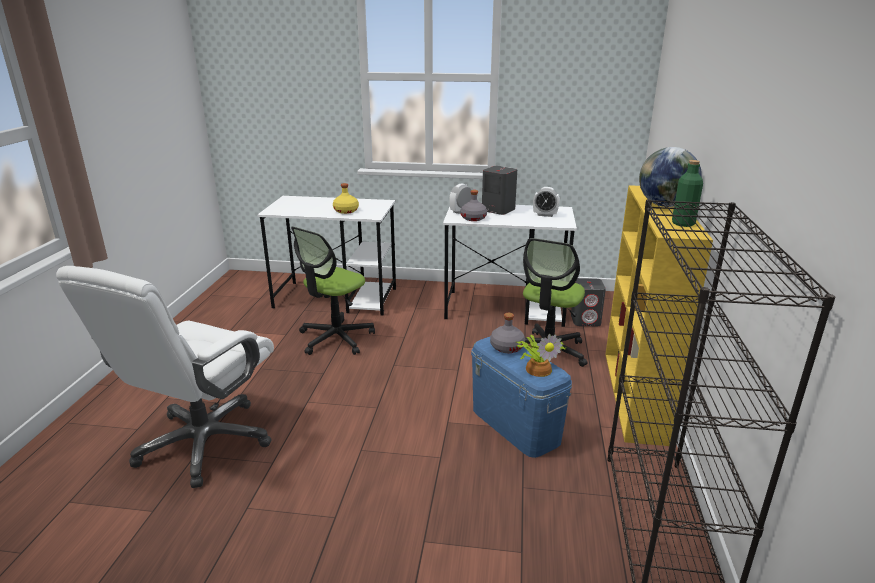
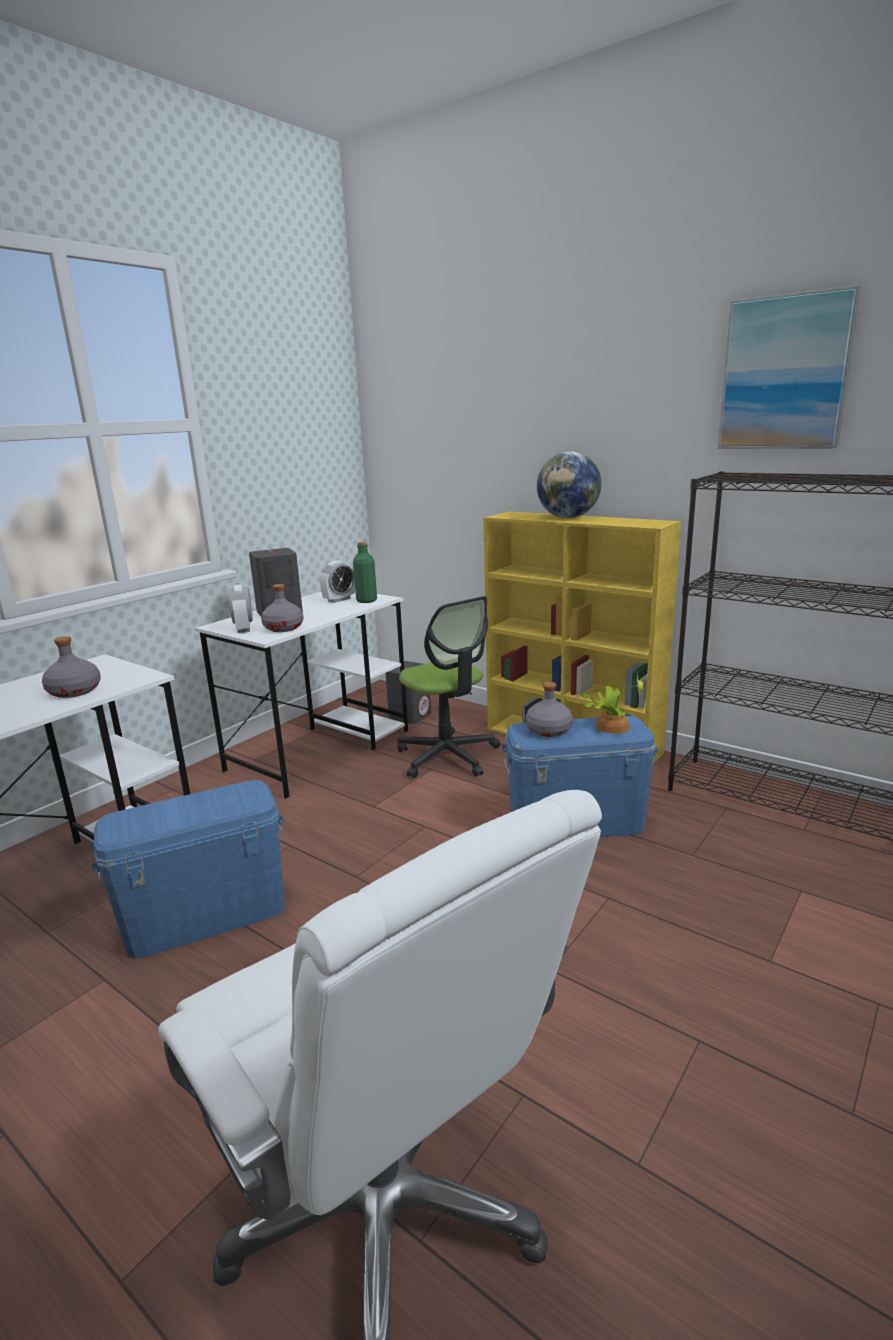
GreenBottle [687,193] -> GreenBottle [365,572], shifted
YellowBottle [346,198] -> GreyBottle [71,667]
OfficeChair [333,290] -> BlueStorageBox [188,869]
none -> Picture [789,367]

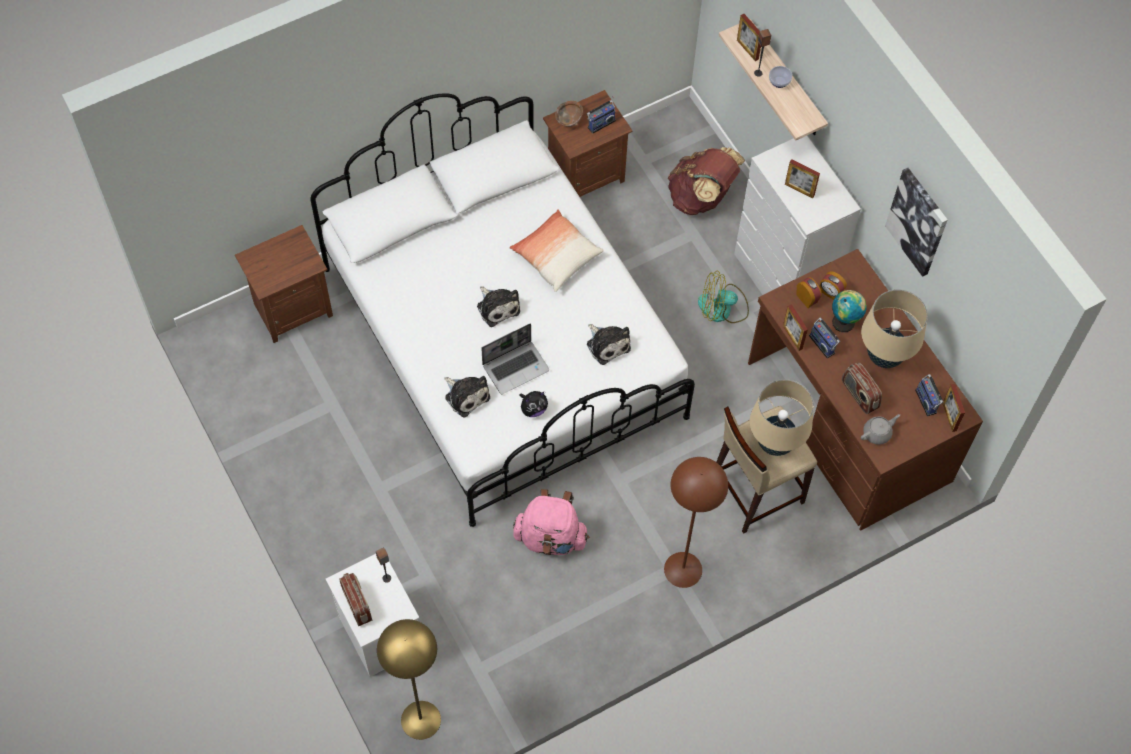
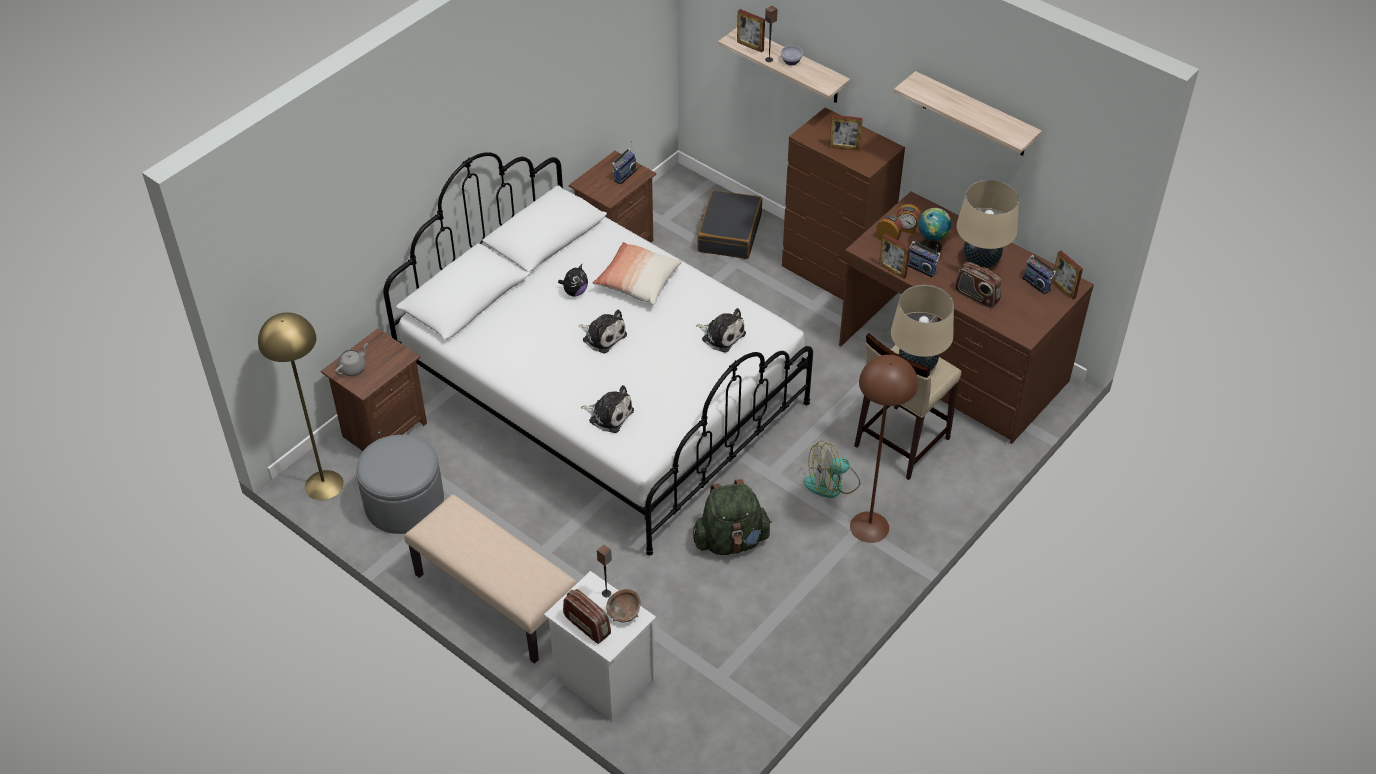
BrownBowl [569,114] -> BrownBowl [623,605], shifted
WhiteDresser [797,215] -> BrownDresser [843,204]
BrownBackpack [706,181] -> BlackSuitcase [729,224]
Picture [916,222] -> Shelf [968,113]
Fan [723,297] -> Fan [832,469], shifted
Laptop [515,358] -> none
PlushToy [533,404] -> PlushToy [573,280], shifted
GreyTeapot [880,429] -> GreyTeapot [351,359], shifted
PinkBackpack [551,522] -> GreenBackpack [732,517]
YellowFloorLamp [409,679] -> YellowFloorLamp [301,406], shifted
none -> GreyOttoman [400,484]
none -> BeigeBench [490,579]

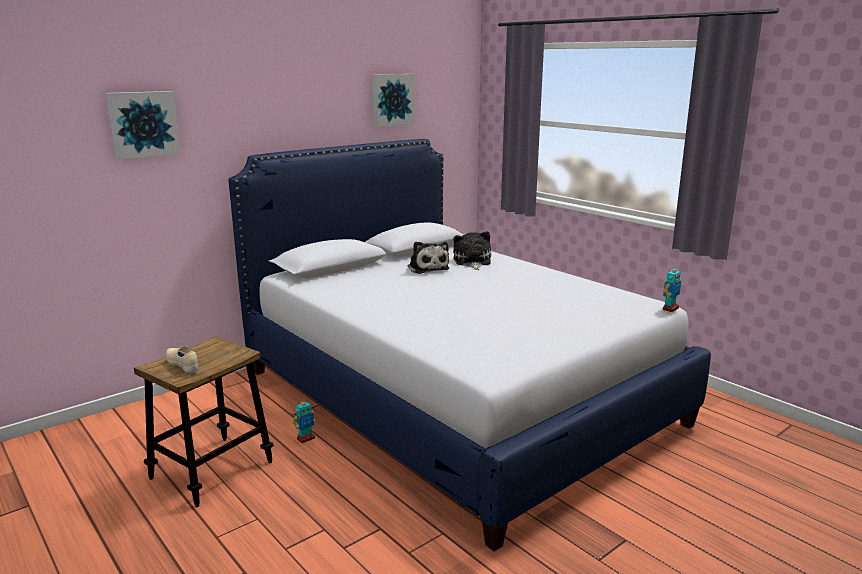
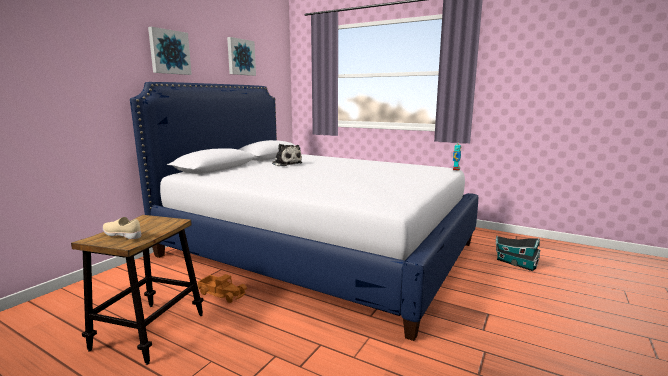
Picture [143,125] -> Picture [170,51], shifted
PlushToy [472,250] -> none
ToyRobot [304,420] -> ToyTruck [222,288]
none -> ToyHouse [518,253]

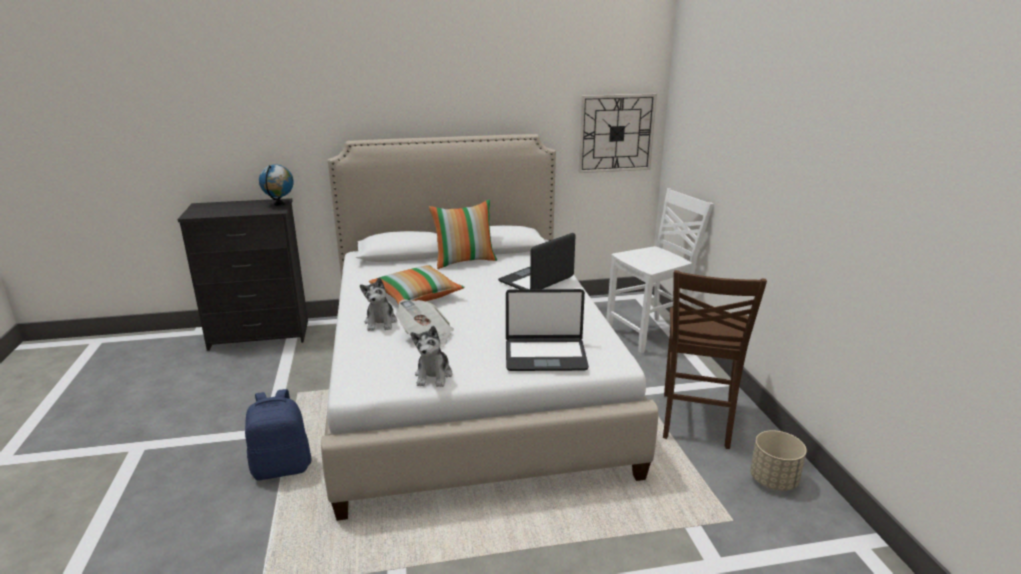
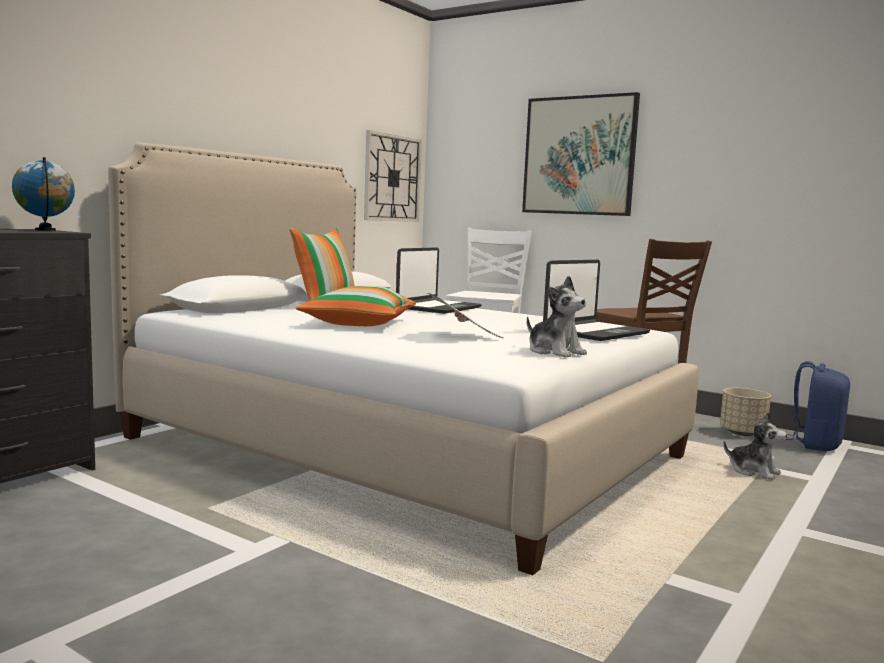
Laptop [536,261] -> Laptop [439,280], 150 degrees counterclockwise
PlushToy [378,304] -> PlushToy [755,446], shifted
BlueBackpack [278,434] -> BlueBackpack [818,406], shifted
none -> Picture [581,154]

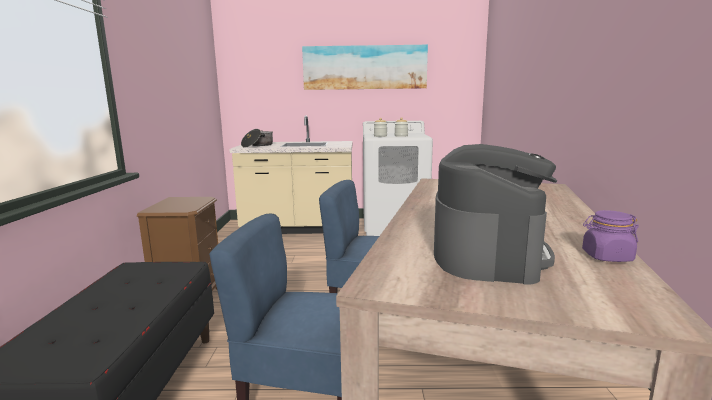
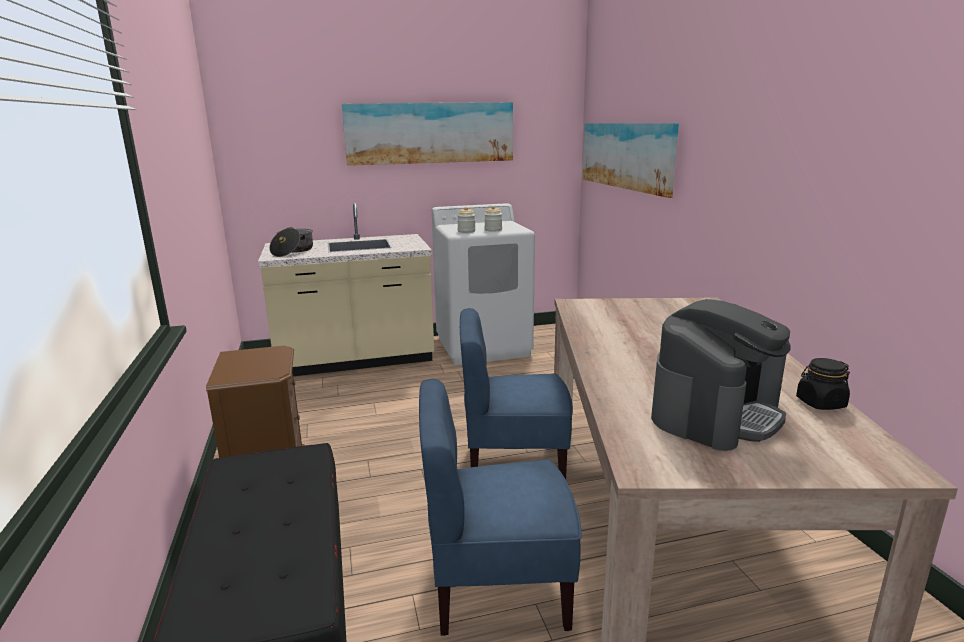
CoffeeMachine [495,214] -> CoffeeMachine [720,375], 45 degrees clockwise
PurpleJar [610,236] -> BlackJar [823,384]
none -> Picture [630,160]

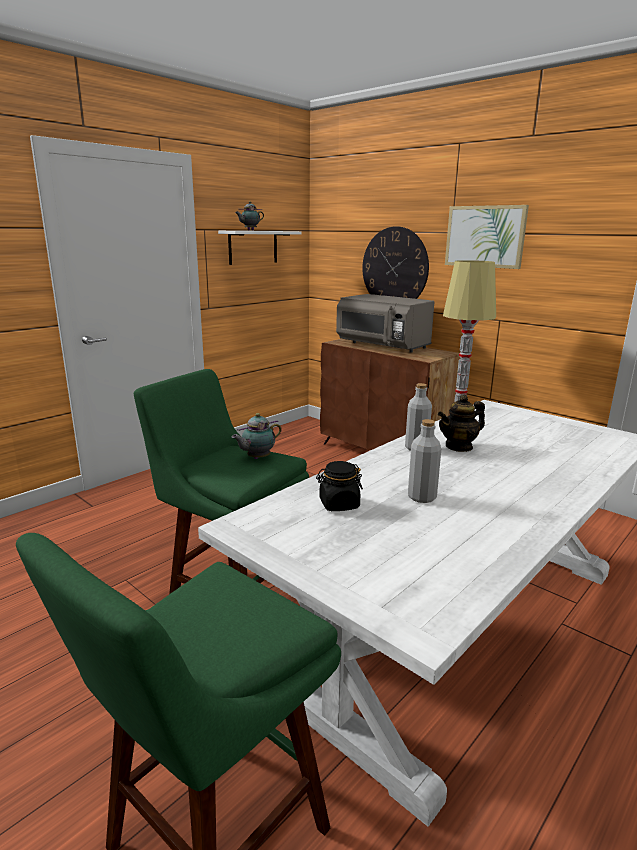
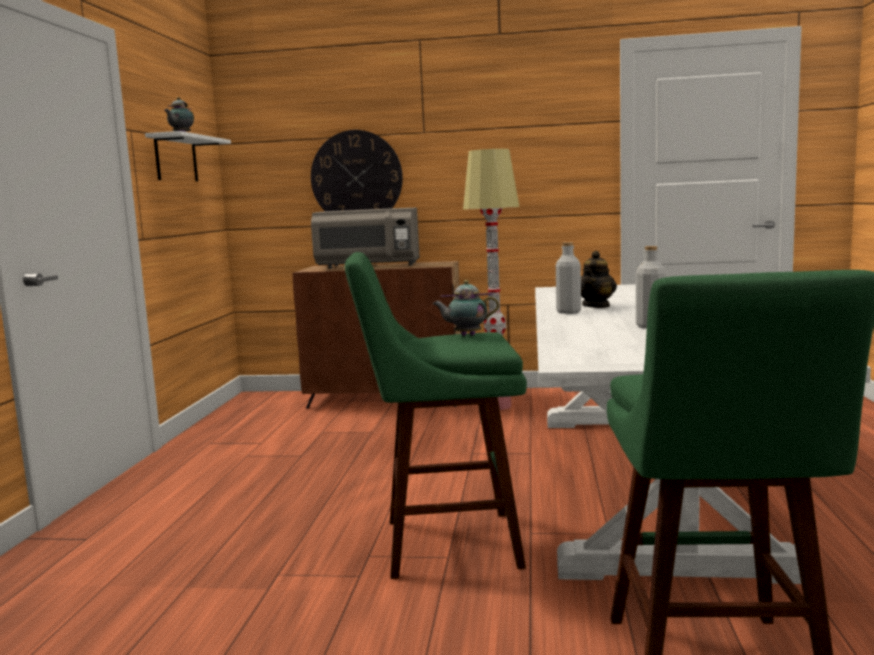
Picture [487,237] -> none
Teapot [257,436] -> Teapot [466,308], 75 degrees clockwise
BlackJar [339,486] -> none

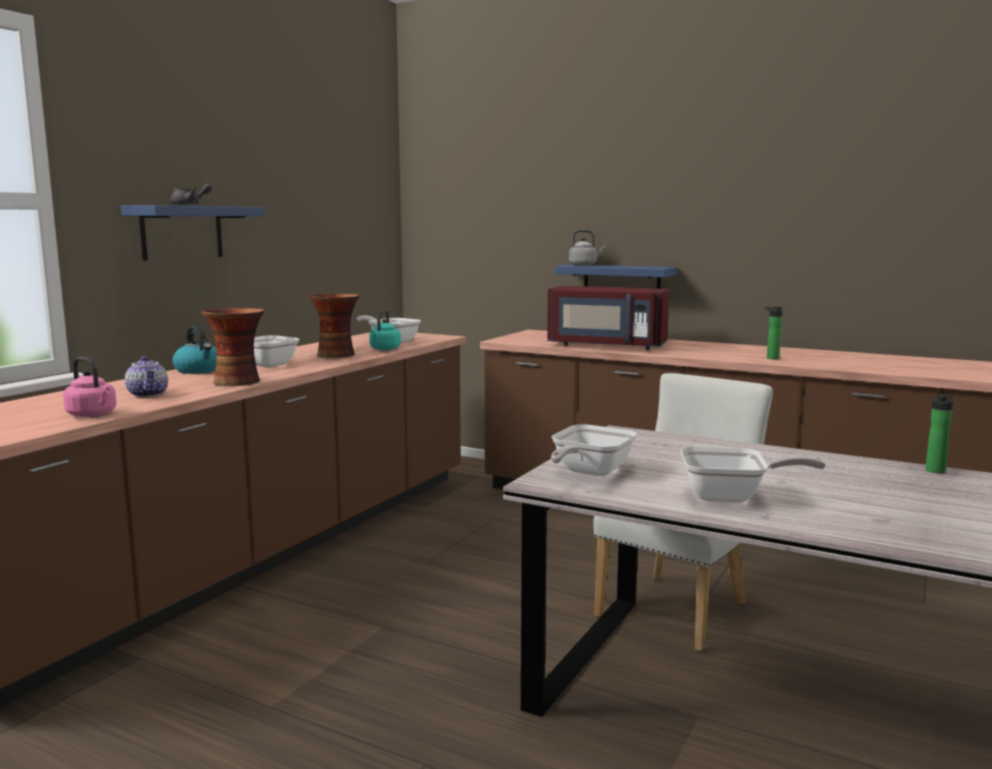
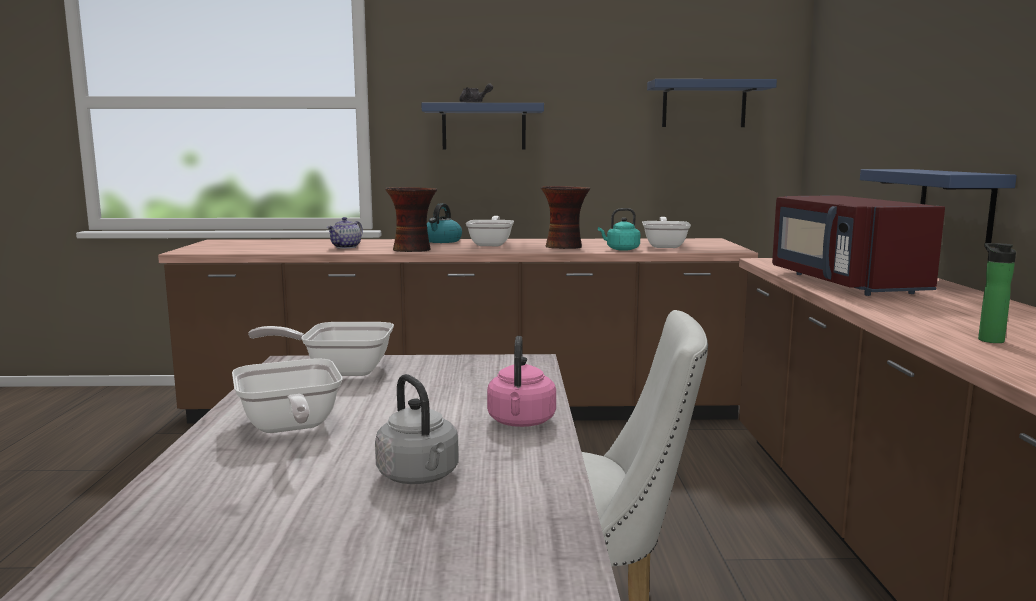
GreyKettle [587,248] -> GreyKettle [417,429], shifted
PinkKettle [89,387] -> PinkKettle [521,381], shifted
Bottle [939,433] -> none
none -> BlueShelf [712,103]

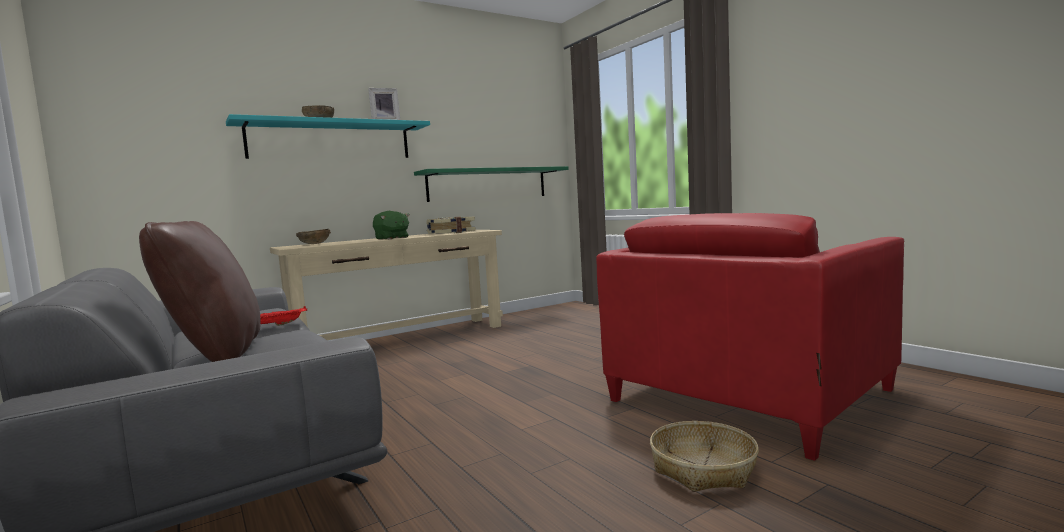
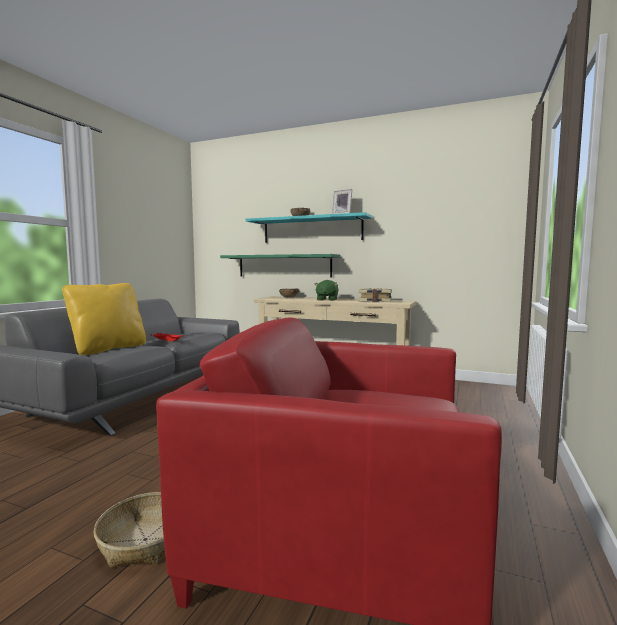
GreenShelf [491,184] -> GreenShelf [280,266], shifted
BrownPillow [200,291] -> YellowPillow [104,319]

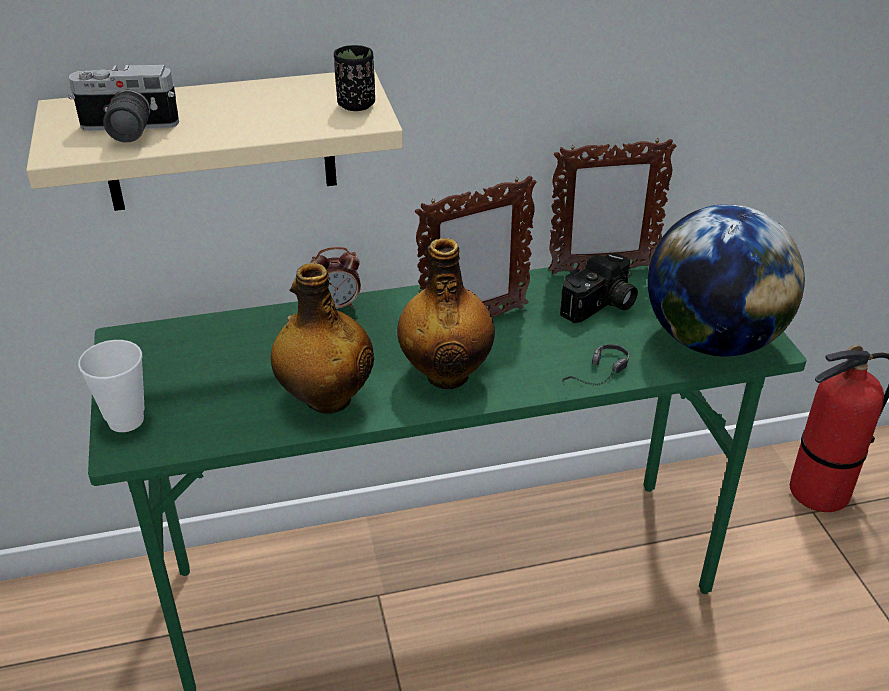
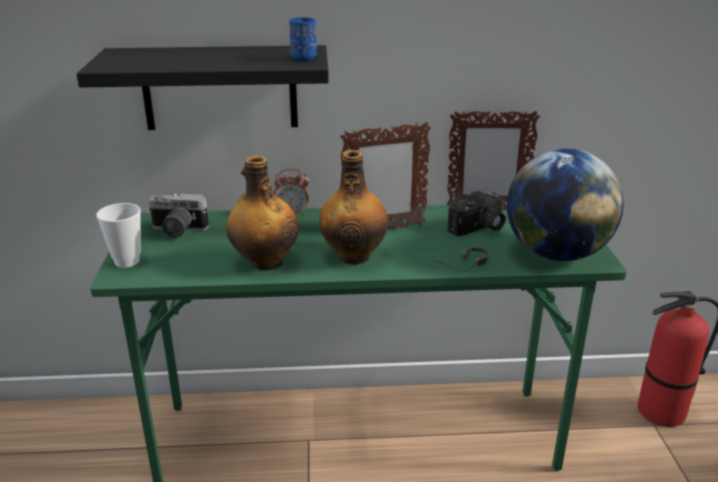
BlackCup [354,78] -> BlueCup [303,38]
PhotoCamera [123,104] -> PhotoCamera [178,215], shifted
BeigeShelf [214,140] -> BlackShelf [202,87]

